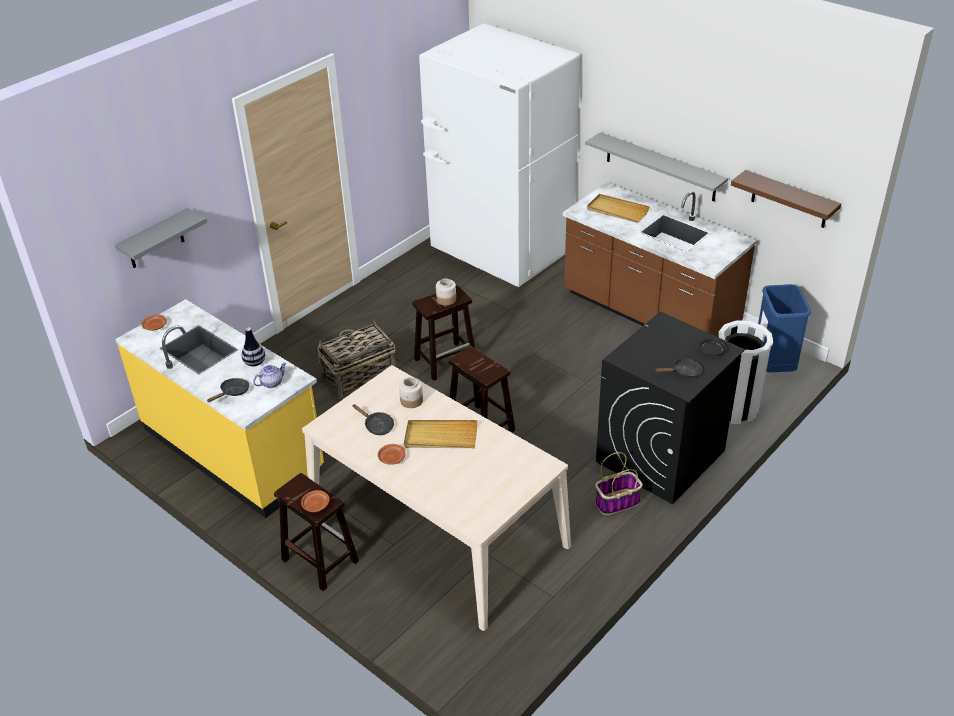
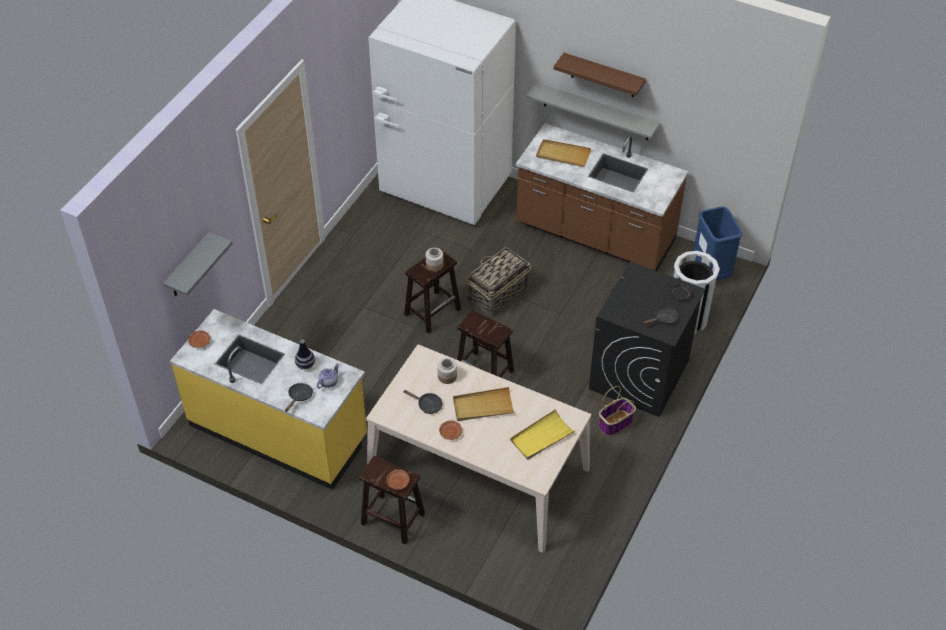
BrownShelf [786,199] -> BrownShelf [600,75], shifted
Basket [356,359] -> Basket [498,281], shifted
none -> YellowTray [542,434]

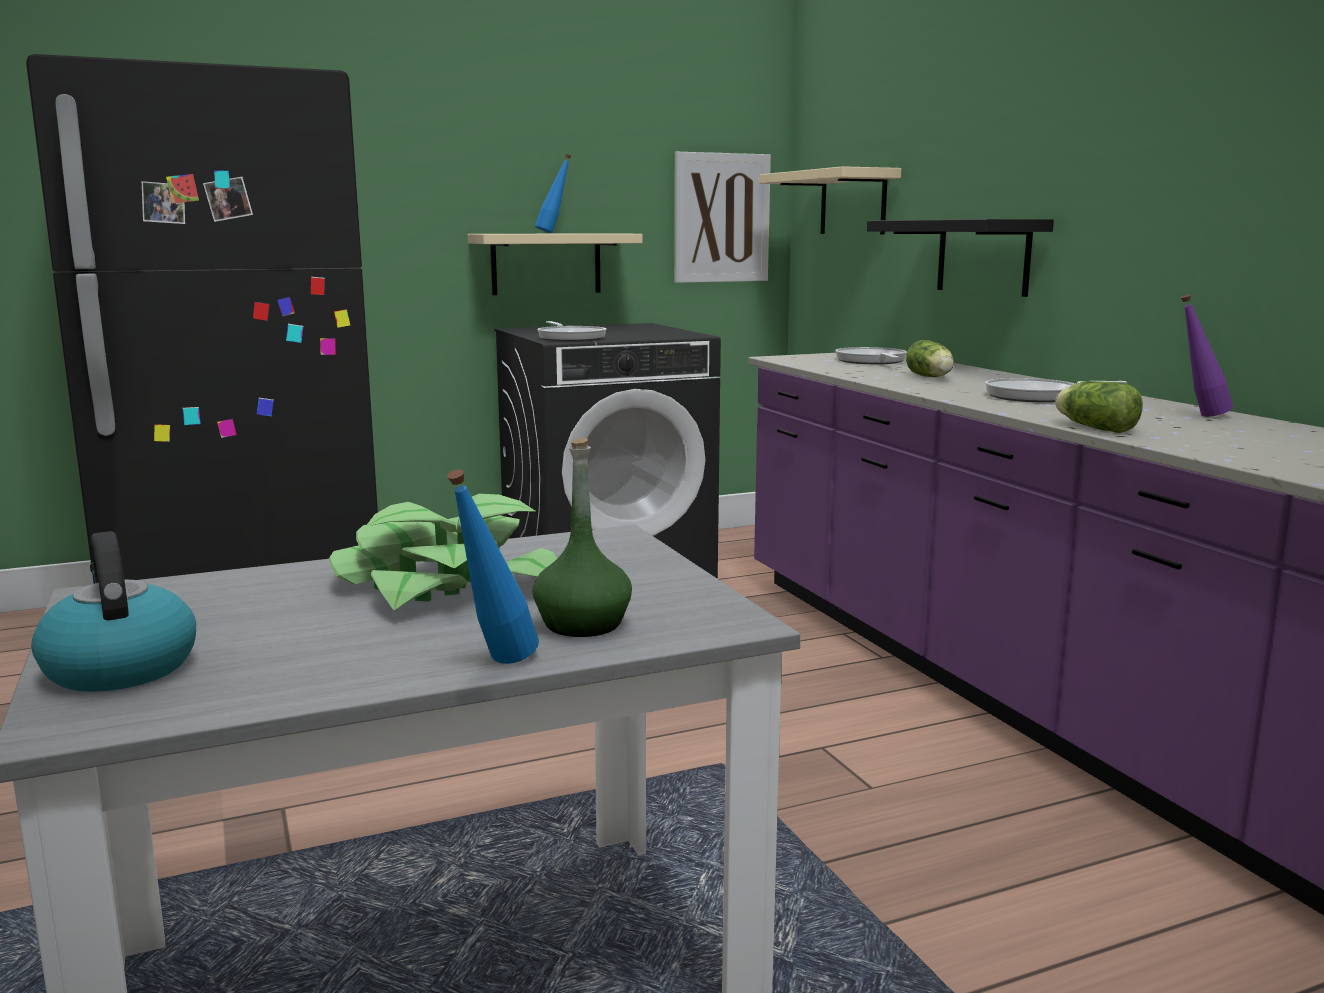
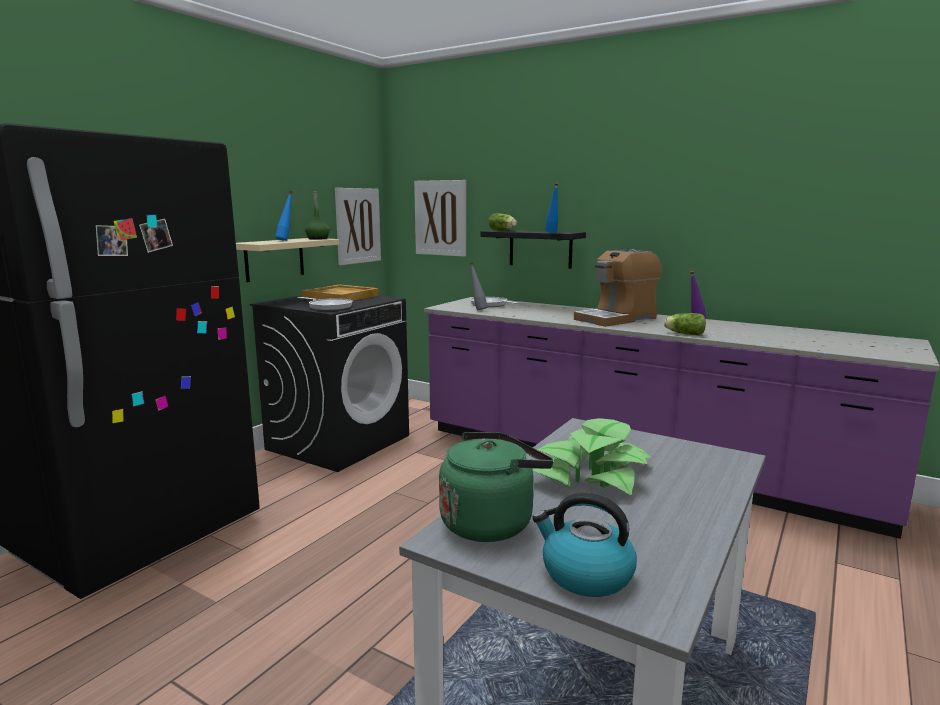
BeigeShelf [830,200] -> Picture [440,218]
Lettuce [930,358] -> Lettuce [502,222], shifted
FryingPan [1056,390] -> CoffeeMachine [618,288]
GreenBottle [582,537] -> GreenBottle [317,215], shifted
BlueBottle [493,567] -> BlueBottle [551,208], shifted
none -> GreyBottle [479,286]
none -> BeigeTray [340,292]
none -> GreenKettle [496,487]

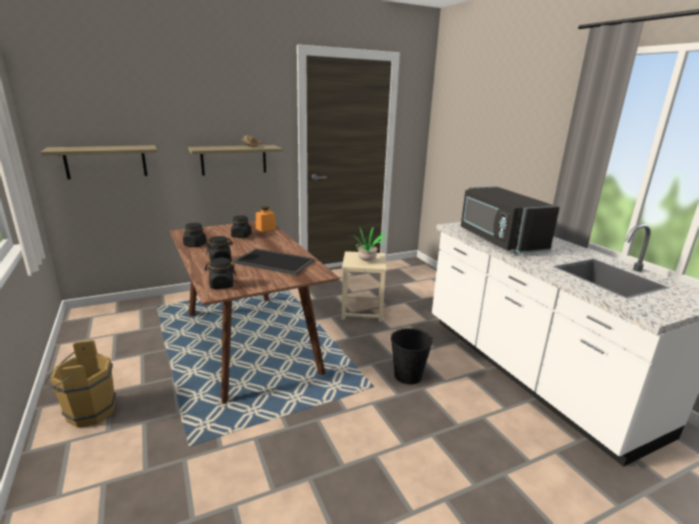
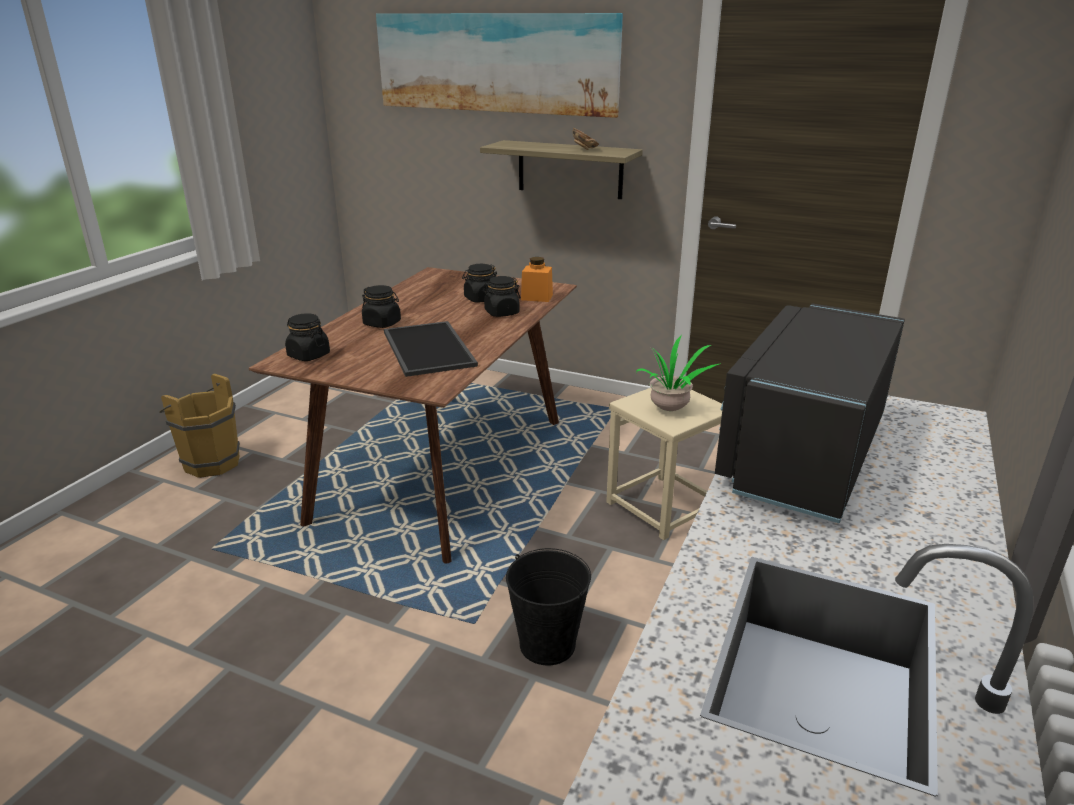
Shelf [98,162] -> none
BlackJar [195,235] -> BlackJar [501,296], shifted
none -> Picture [499,65]

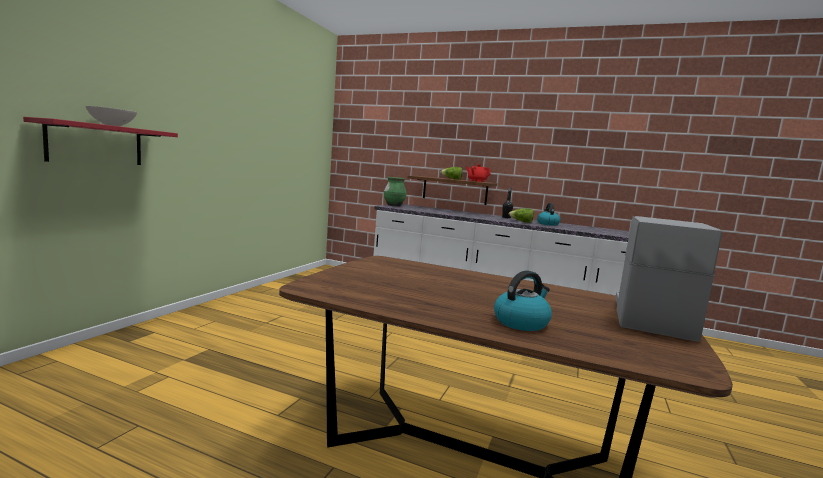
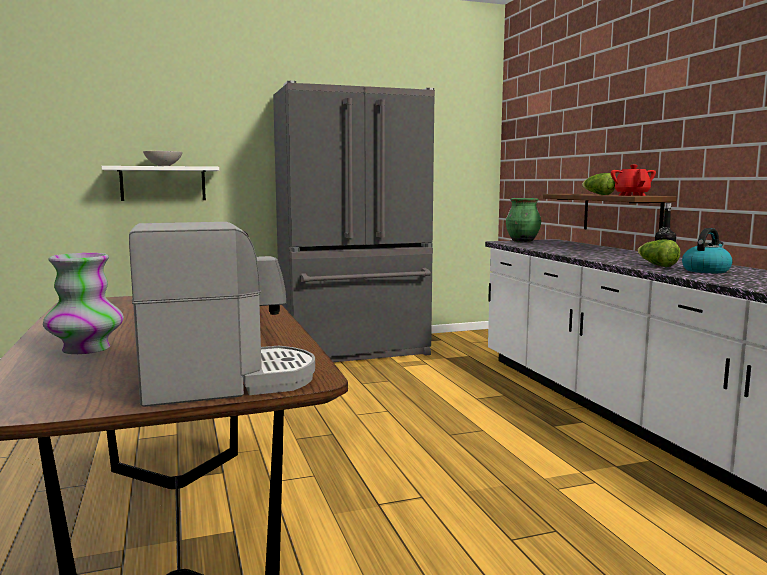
RedShelf [100,141] -> WhiteShelf [160,183]
Kettle [523,301] -> Vase [83,303]
none -> GreyFridge [354,221]

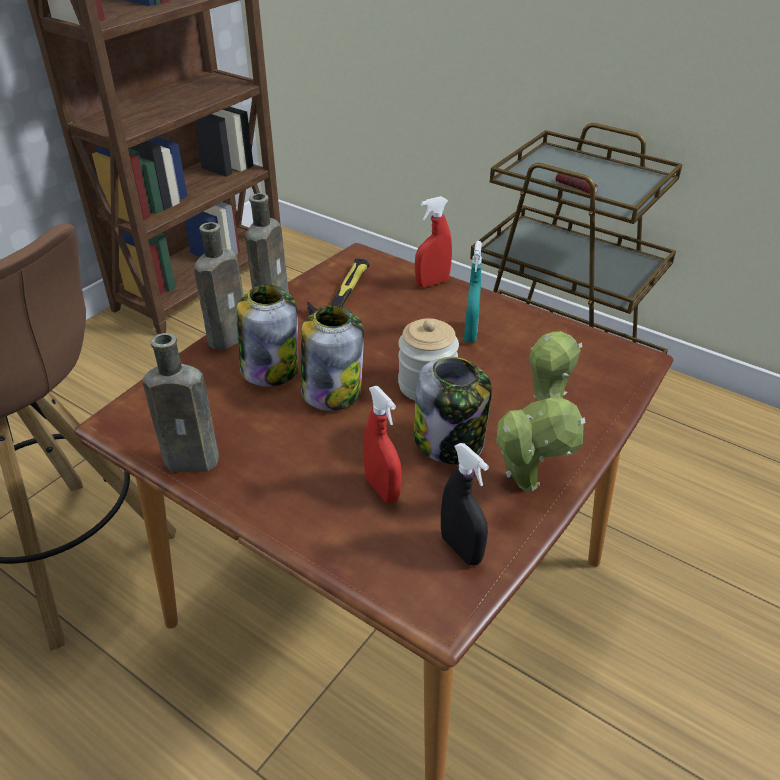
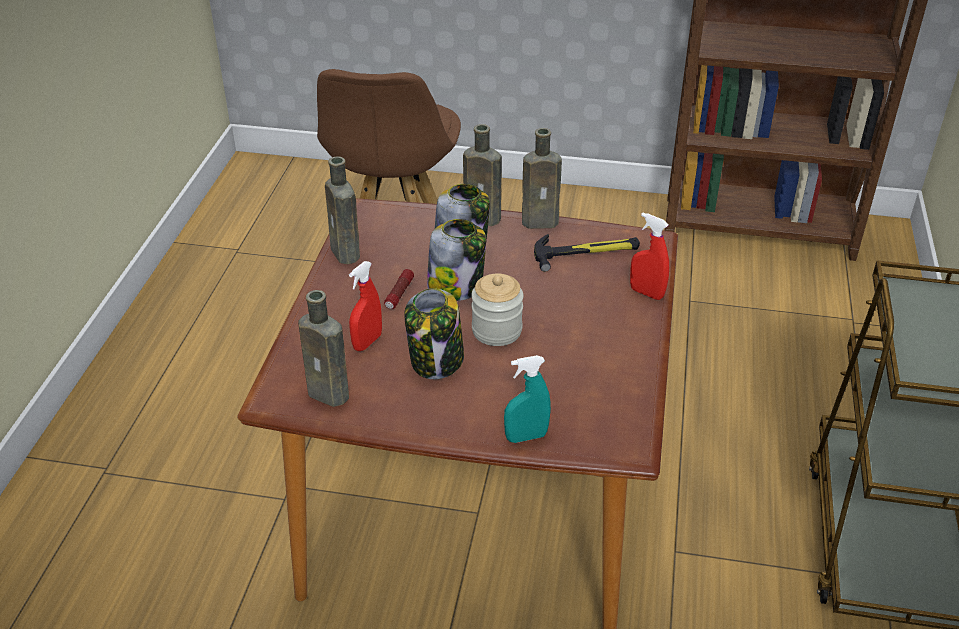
Flashlight [577,183] -> Flashlight [399,289], shifted
TurquoiseSprayBottle [473,292] -> TurquoiseSprayBottle [527,399], shifted
PottedPlant [541,411] -> none
BlackSprayBottle [465,504] -> BrownBottle [323,348]

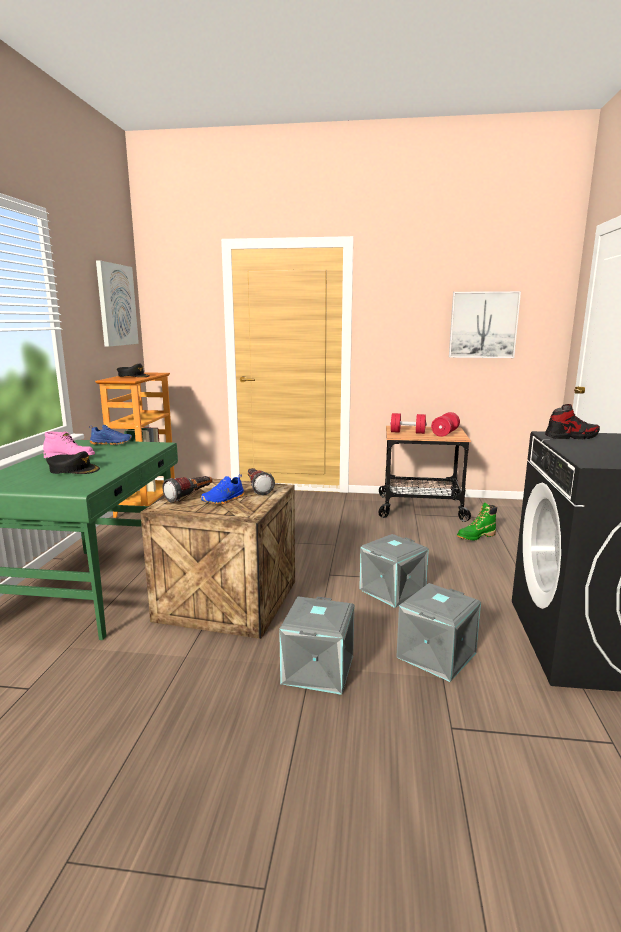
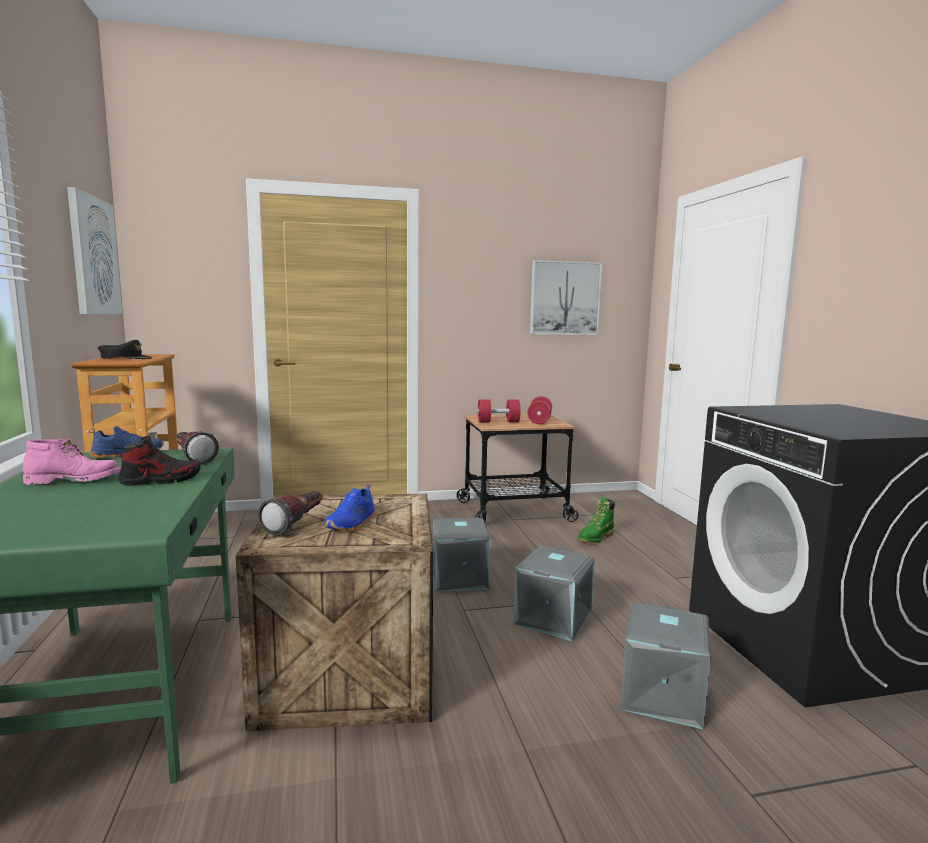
Shoe [572,421] -> Shoe [160,461], shifted
BlackCap [73,462] -> none
Flashlight [261,481] -> Flashlight [197,448], shifted
GreyStorageBox [316,645] -> GreyStorageBox [462,554], shifted

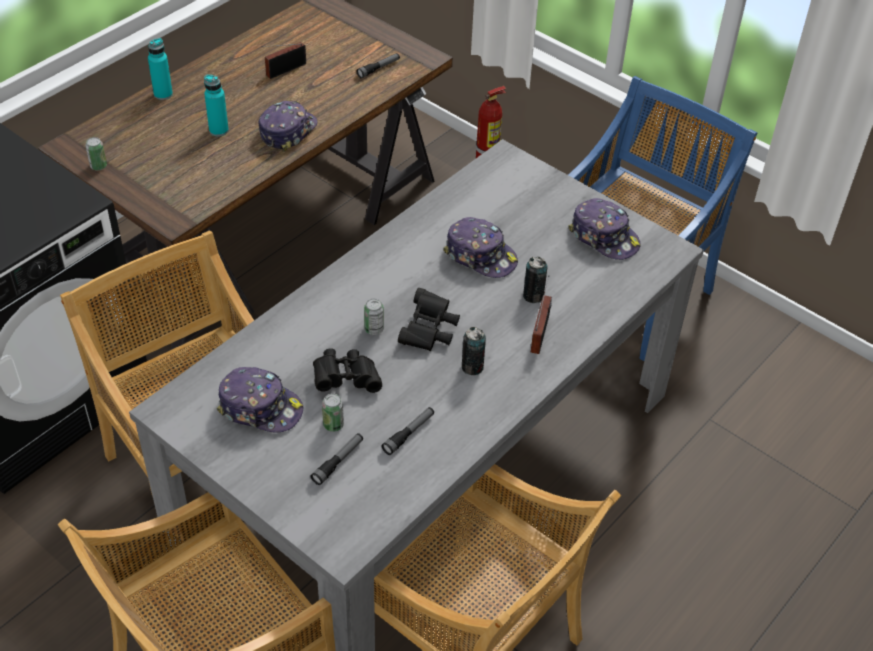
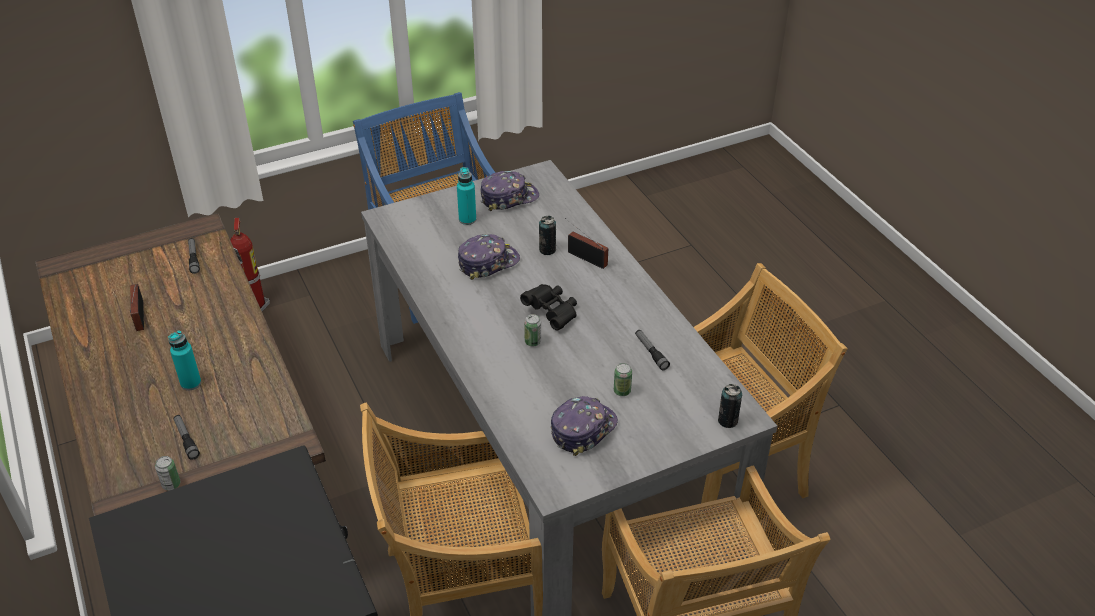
TurquoiseBottle [160,69] -> TurquoiseBottle [466,196], shifted
Cap [288,126] -> none
Can [474,351] -> Can [730,406], shifted
BlackBinoculars [347,370] -> none
Flashlight [337,459] -> Flashlight [187,437], shifted

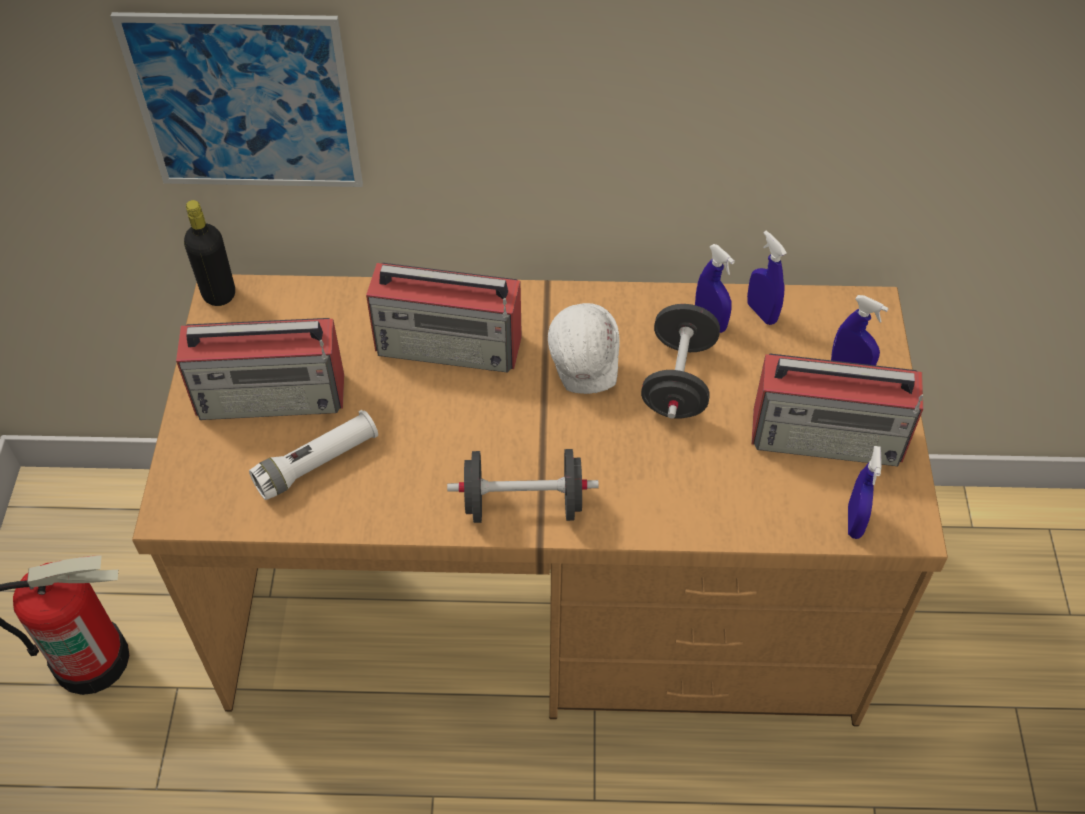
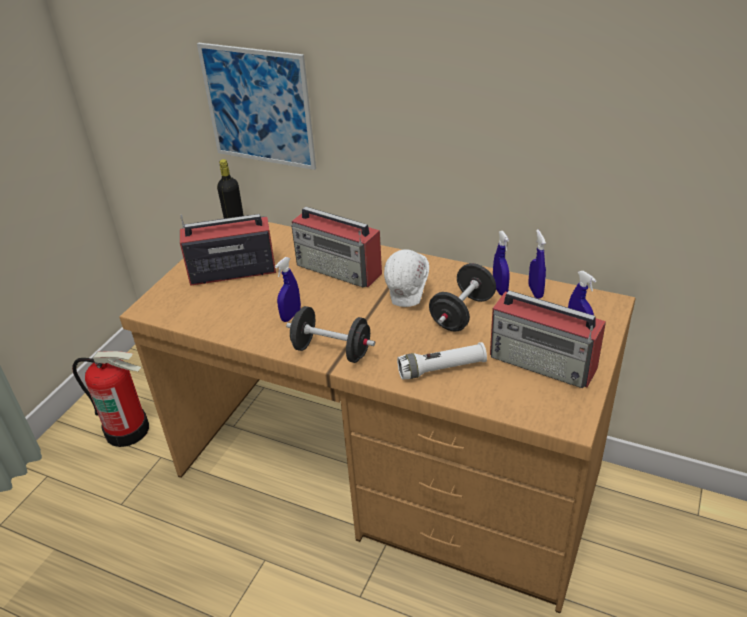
Radio [260,369] -> Radio [228,250], 150 degrees clockwise
WhiteFlashlight [313,455] -> WhiteFlashlight [442,361], shifted
BlueSprayBottle [865,492] -> BlueSprayBottle [288,289], shifted

